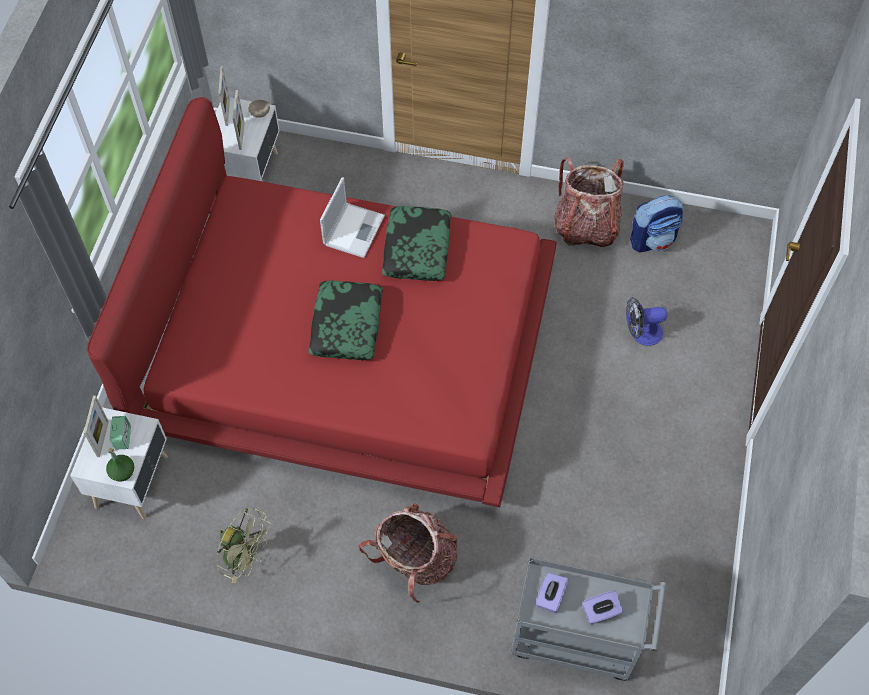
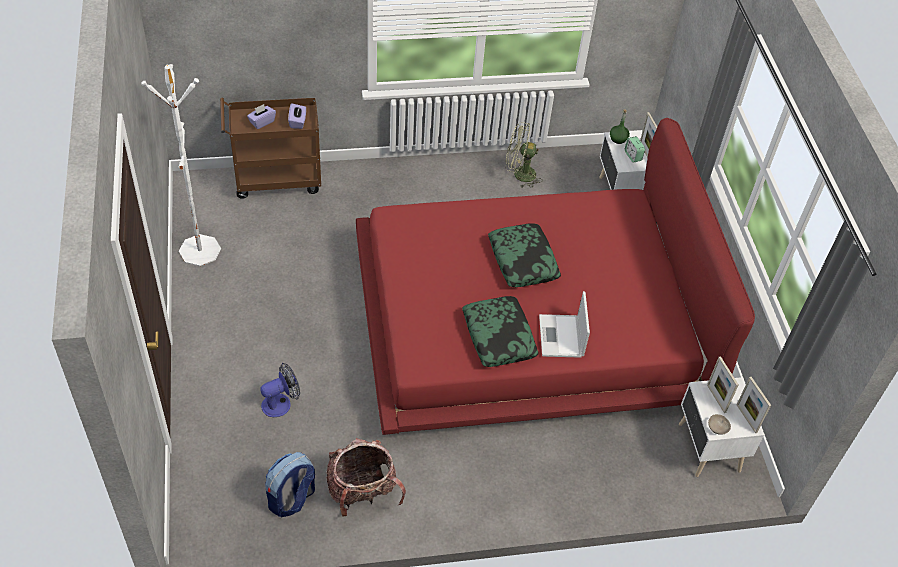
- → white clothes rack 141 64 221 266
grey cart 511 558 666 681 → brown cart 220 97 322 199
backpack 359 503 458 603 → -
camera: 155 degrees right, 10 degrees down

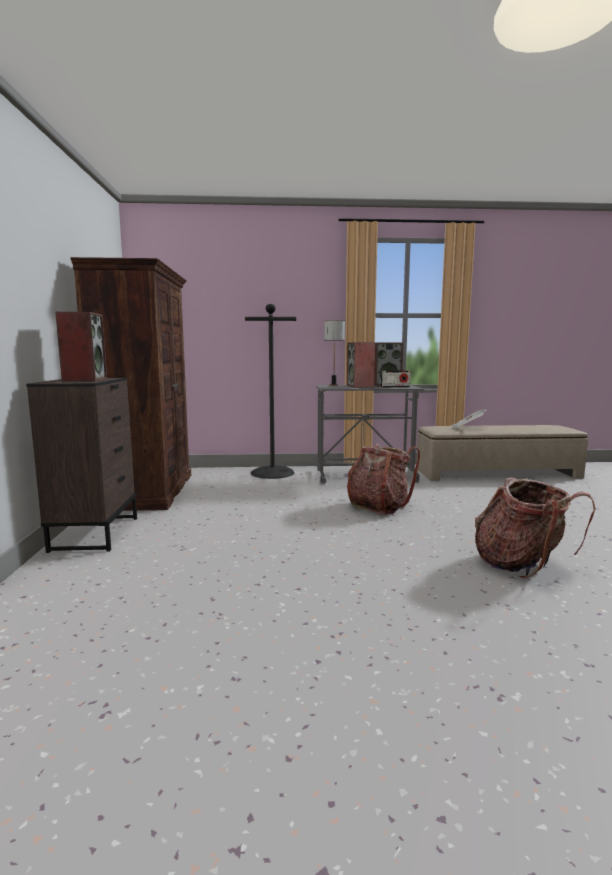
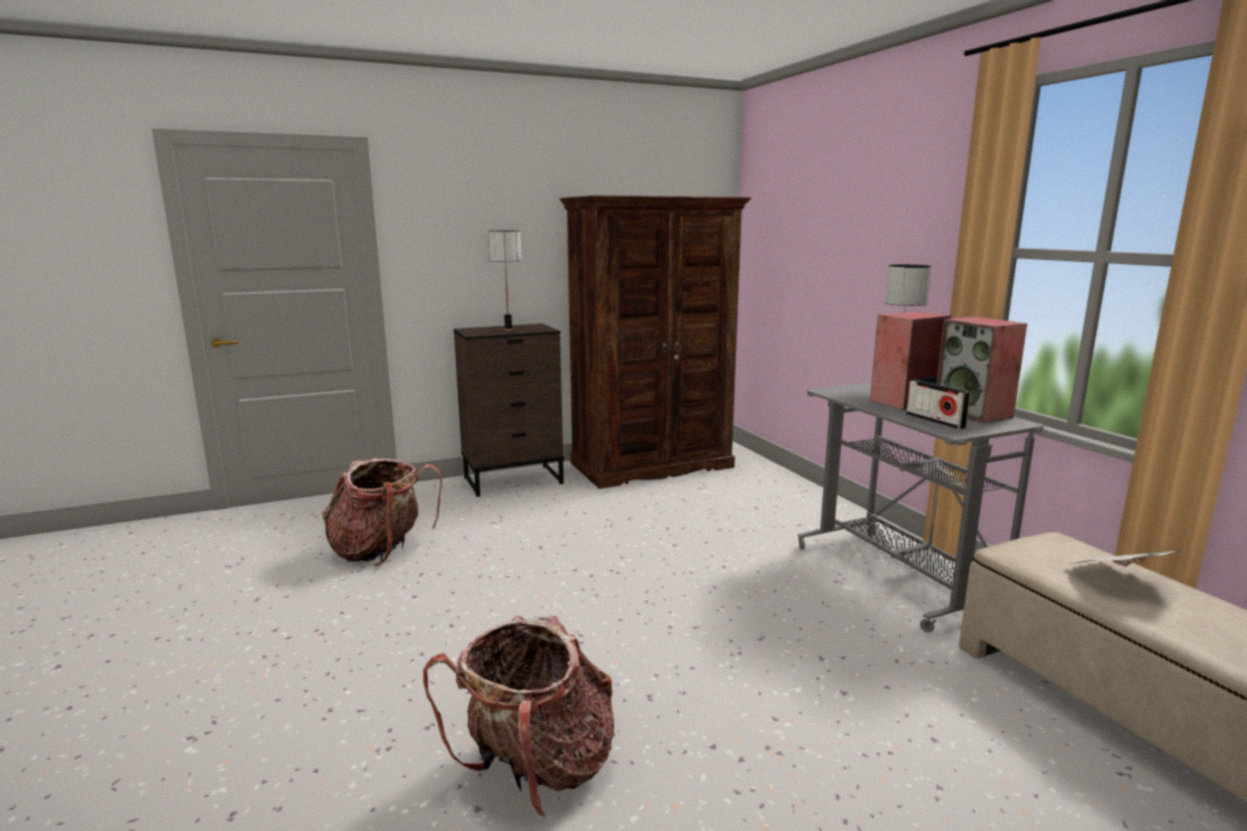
backpack 347 444 420 515 → backpack 322 458 442 566, moved
speaker 55 312 107 381 → table lamp 488 230 521 331
black clothes rack 245 304 296 479 → -
camera: 70 degrees right, 5 degrees up

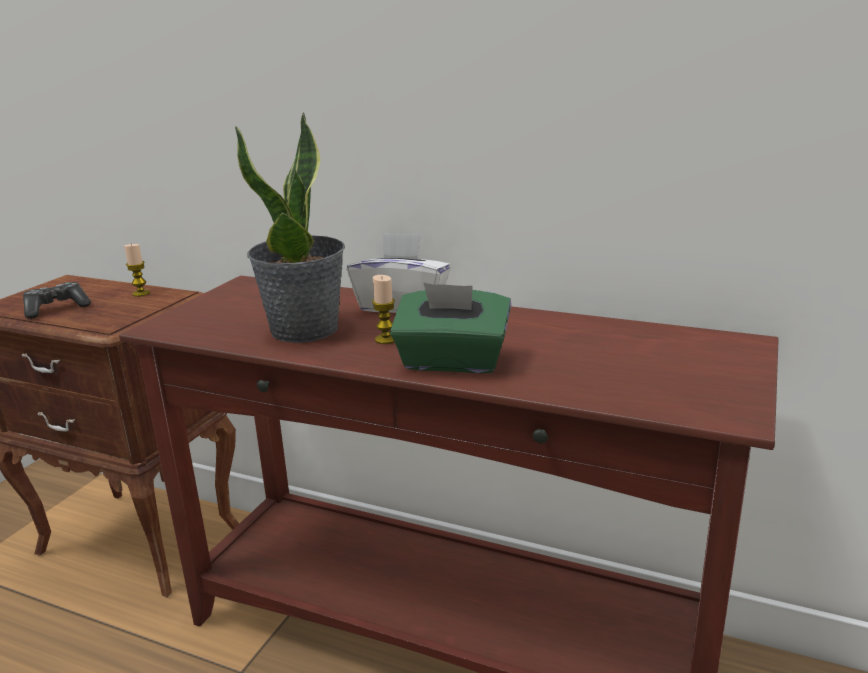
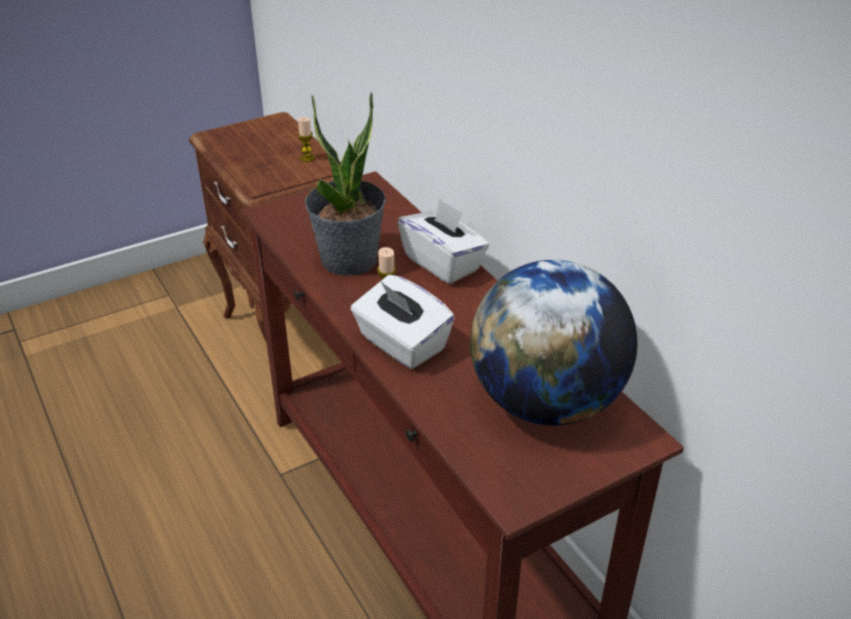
green tissue box 390 282 511 373 → white tissue box 351 275 455 369
- → globe 470 260 638 426
game controller 23 282 91 319 → -
camera: 35 degrees right, 15 degrees up

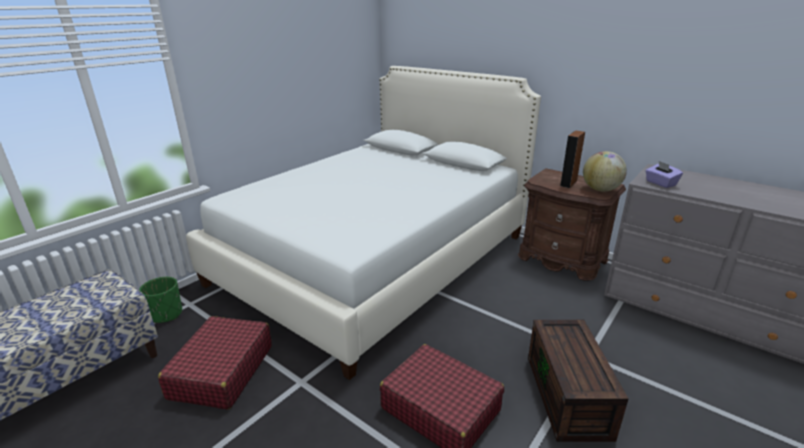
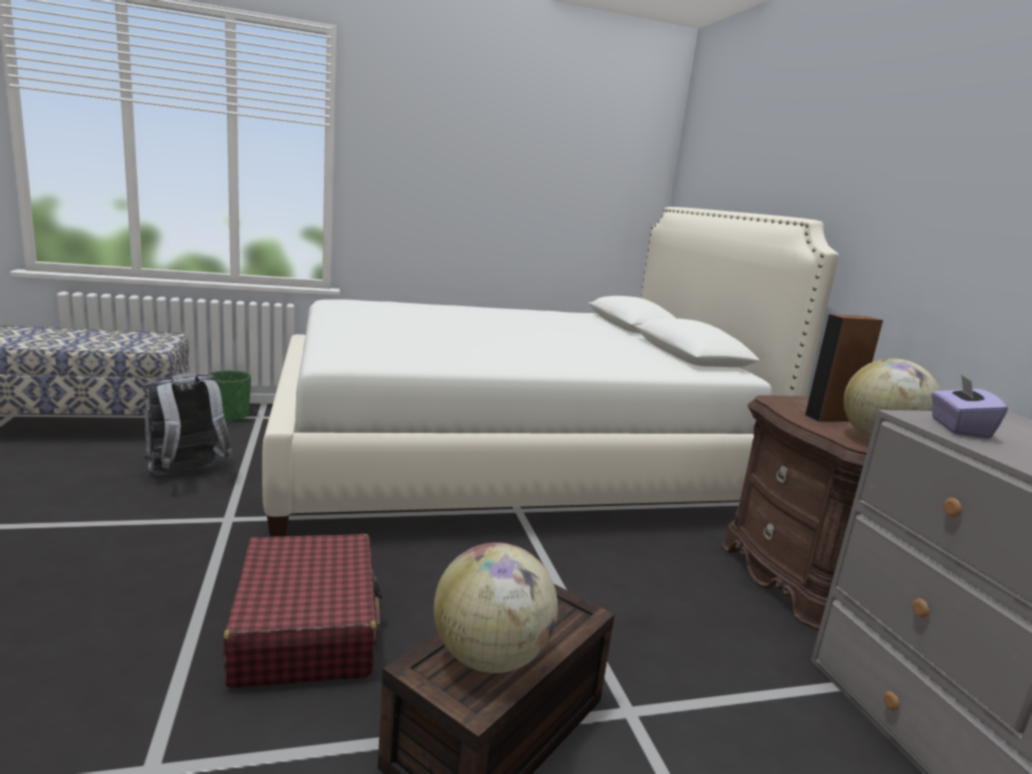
red suitcase 158 316 272 409 → grey backpack 142 373 234 477
- → globe 434 542 558 673
camera: 35 degrees right, 10 degrees down

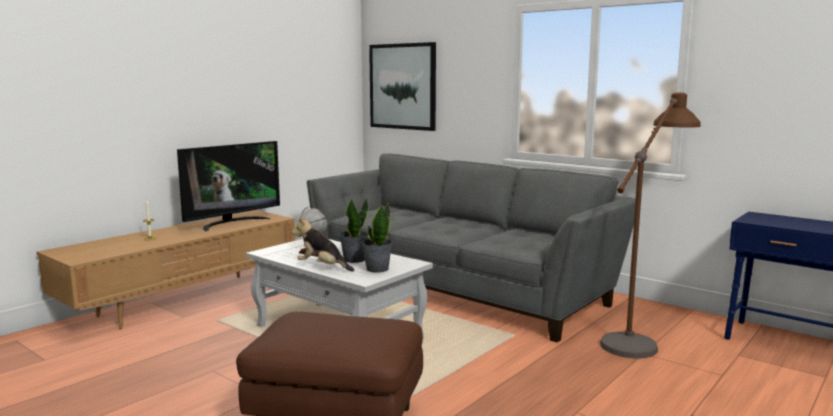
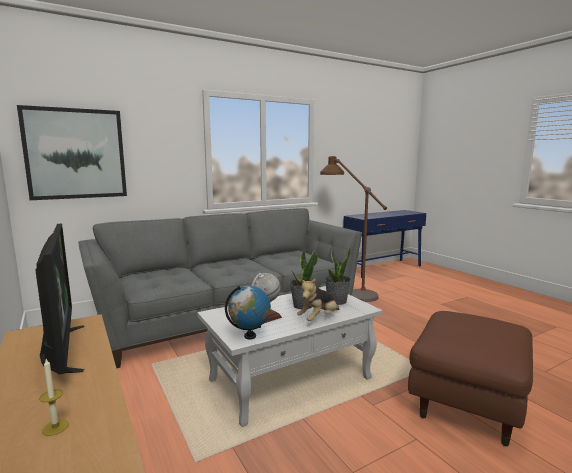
- → globe 225 286 271 340
camera: 70 degrees left, 0 degrees up

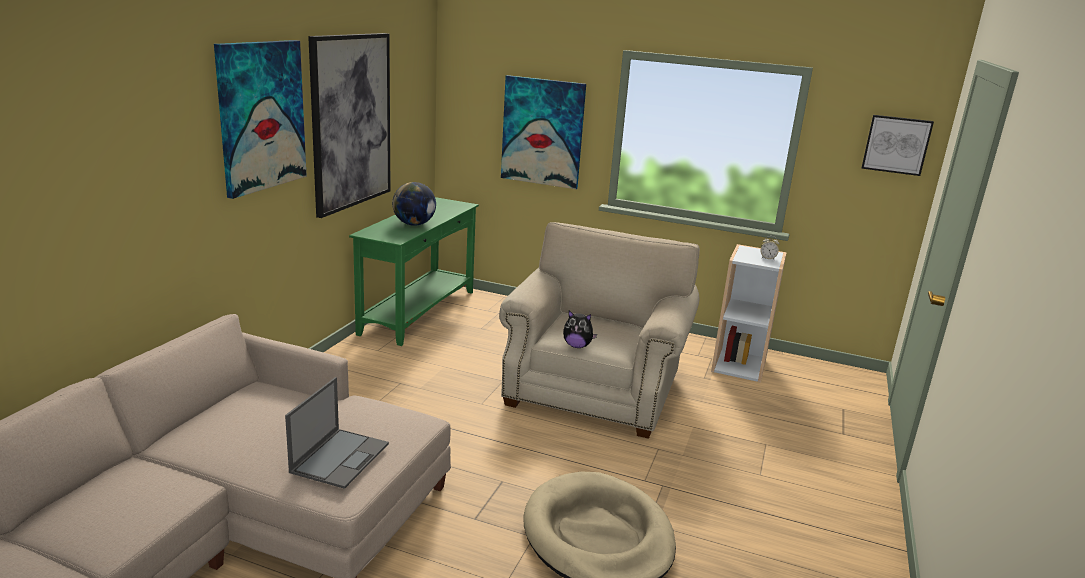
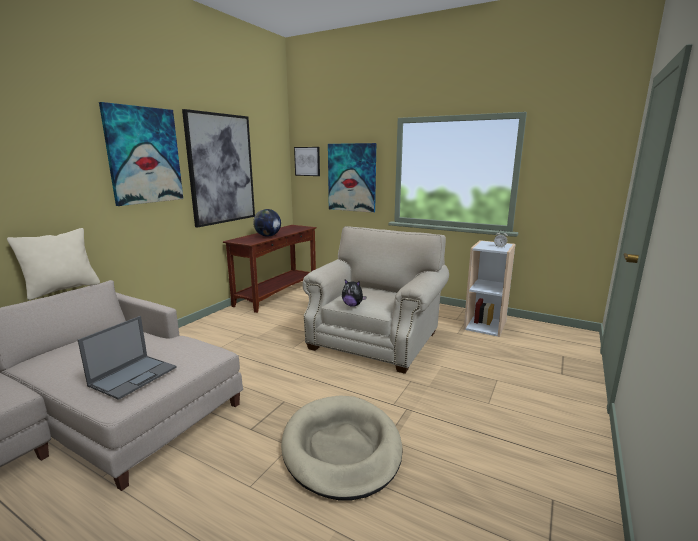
- → beige pillow 7 228 100 300
green console table 349 197 479 346 → brown console table 223 225 317 313
picture 861 115 934 176 → picture 294 147 320 176, moved
camera: 10 degrees right, 5 degrees down

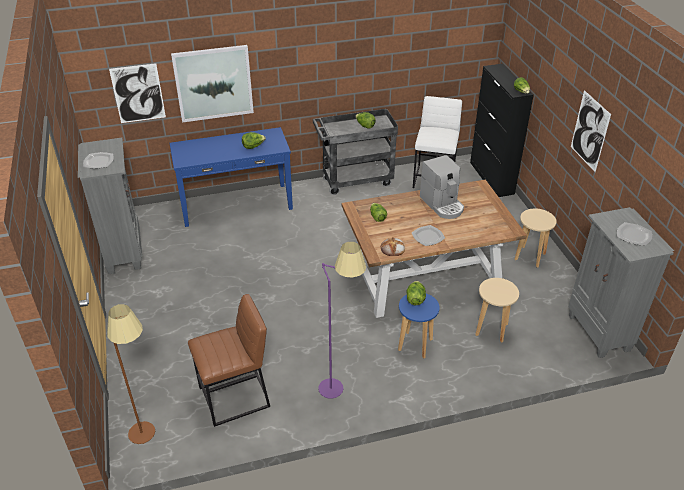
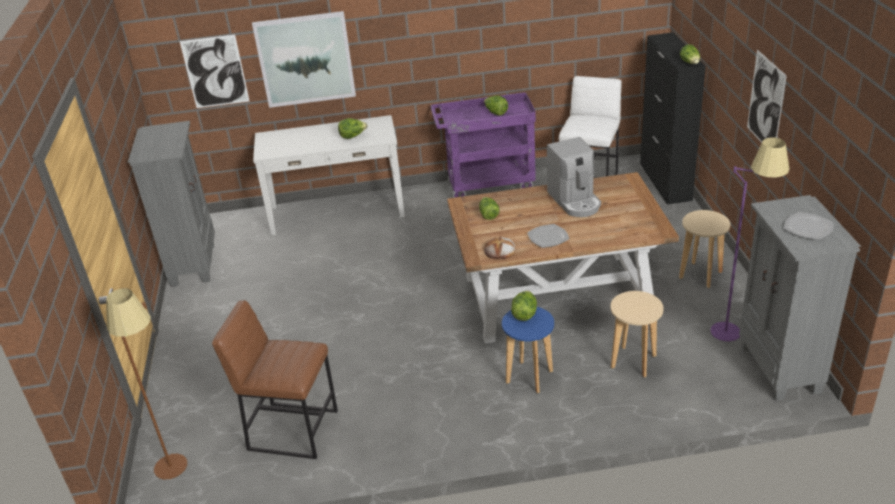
brown chair 188 294 270 427 → brown chair 212 300 338 459, 150 degrees counterclockwise
blue console table 170 127 293 227 → white console table 253 115 405 236
black cart 313 109 398 195 → purple cart 431 93 536 198
purple floor lamp 318 242 366 399 → purple floor lamp 710 137 789 342, moved
plate 83 152 114 169 → -
camera: 10 degrees right, 5 degrees down

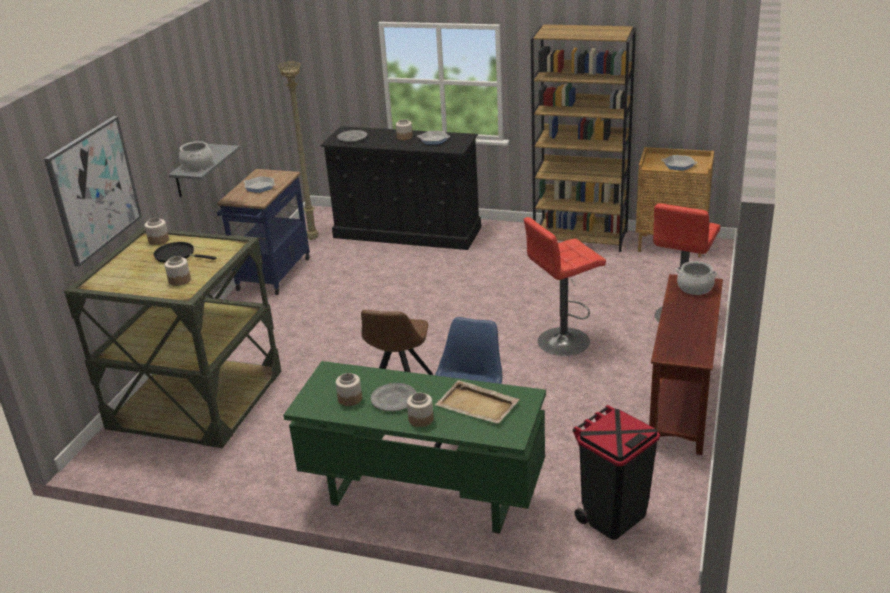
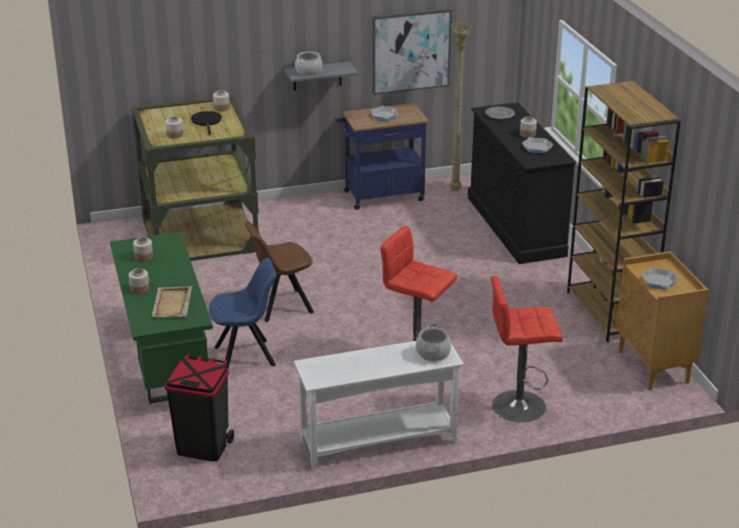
brown console table 649 274 723 455 → white console table 294 341 464 470
picture 44 116 142 267 → picture 372 9 452 95, moved
grey plate 371 383 417 411 → -
camera: 55 degrees right, 0 degrees up

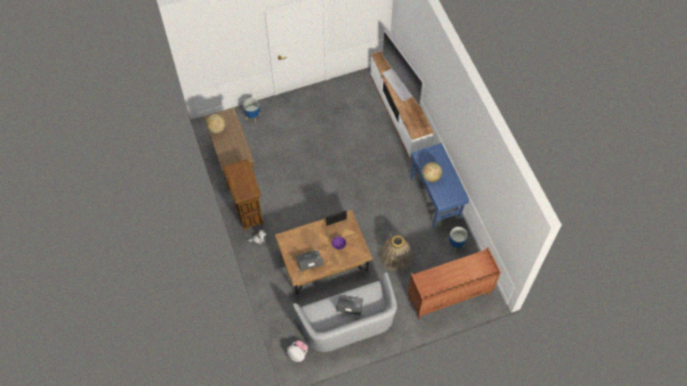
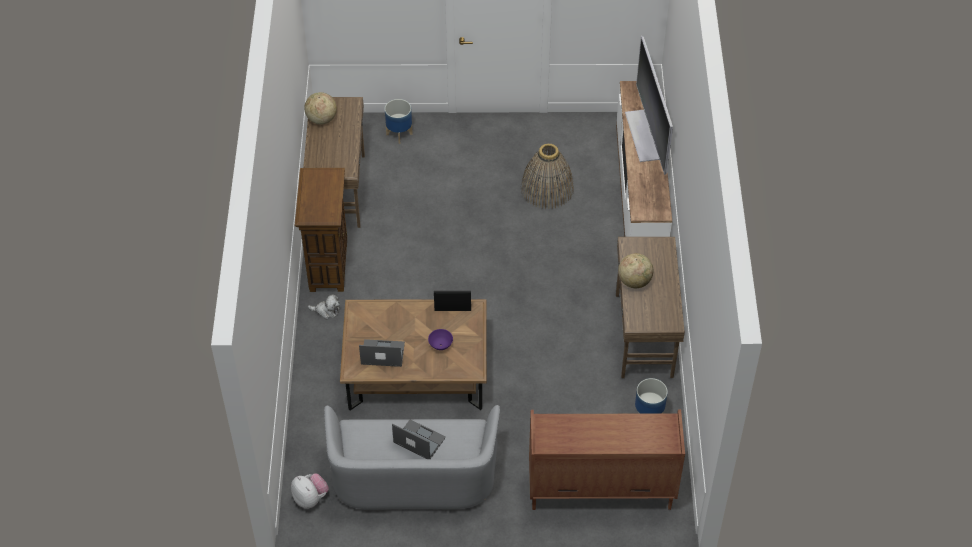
basket 379 235 412 271 → basket 521 144 574 209, moved
blue console table 411 143 469 228 → brown console table 616 237 685 378
camera: 20 degrees right, 10 degrees down

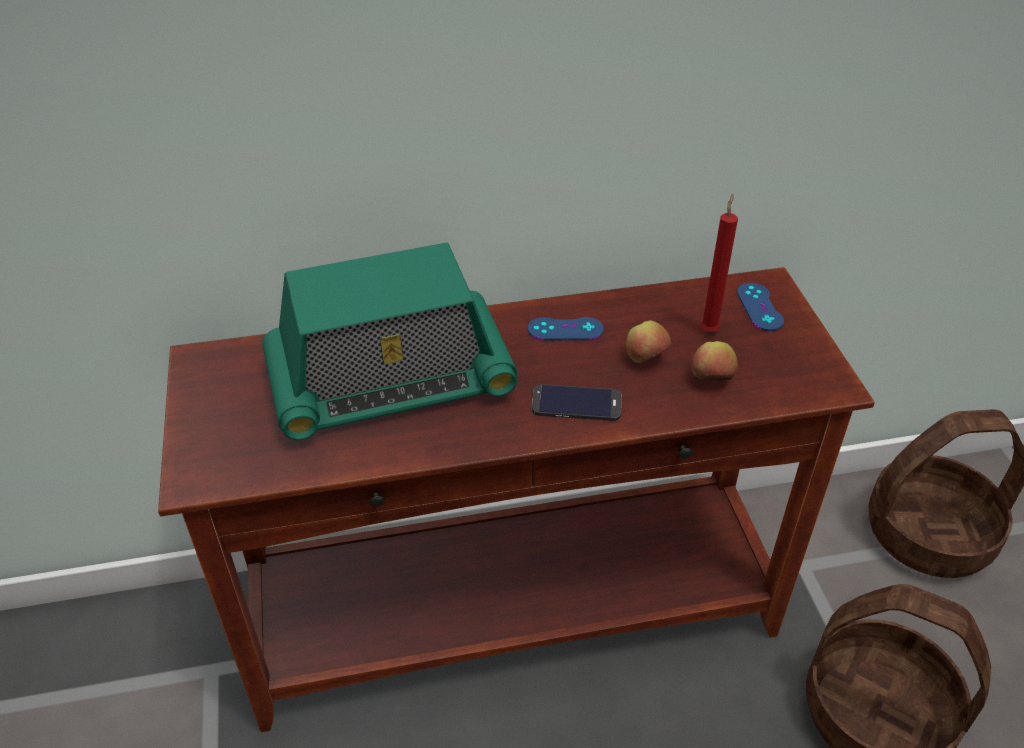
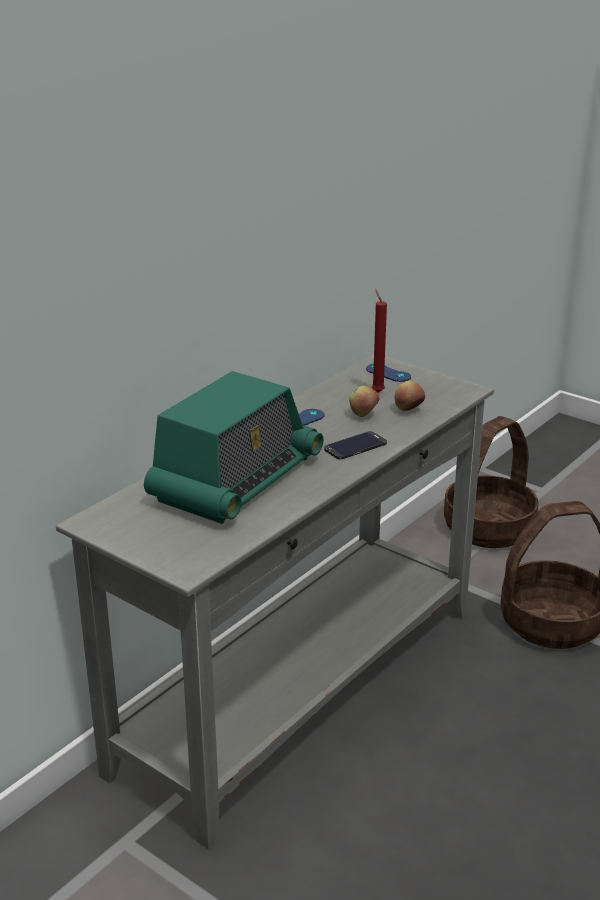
brown console table 158 267 875 732 → grey console table 56 354 494 849
camera: 40 degrees left, 15 degrees down

